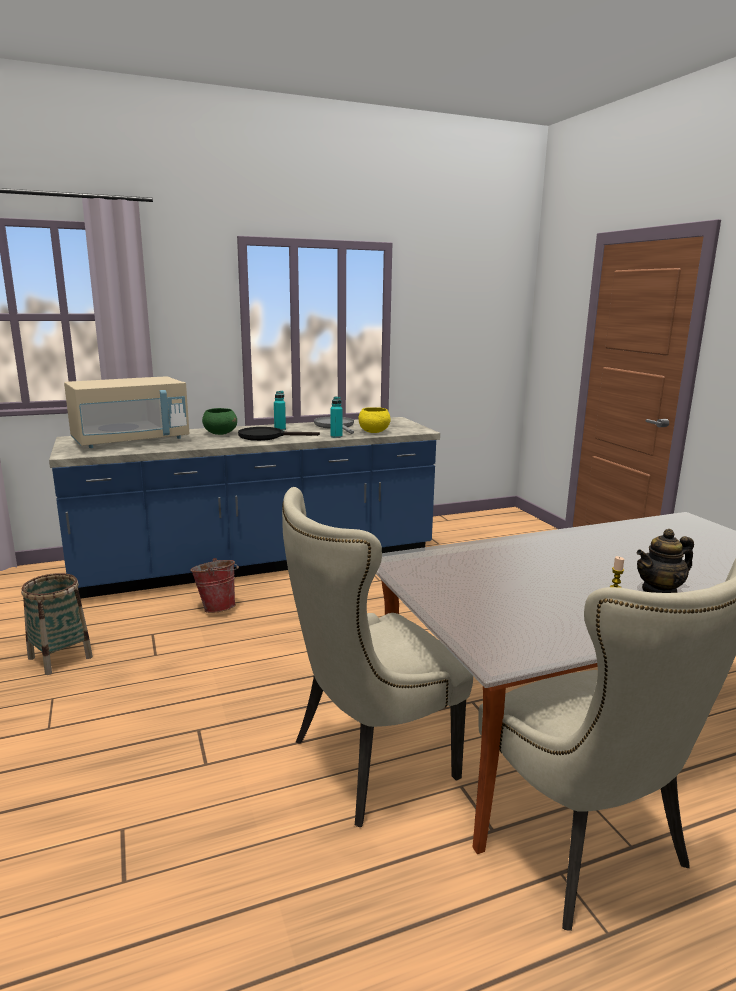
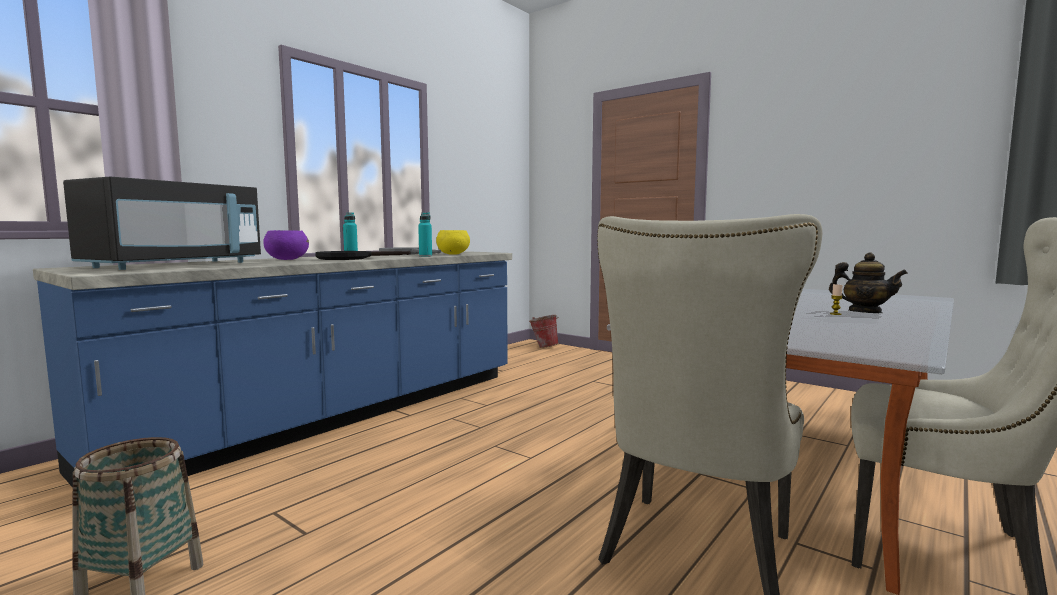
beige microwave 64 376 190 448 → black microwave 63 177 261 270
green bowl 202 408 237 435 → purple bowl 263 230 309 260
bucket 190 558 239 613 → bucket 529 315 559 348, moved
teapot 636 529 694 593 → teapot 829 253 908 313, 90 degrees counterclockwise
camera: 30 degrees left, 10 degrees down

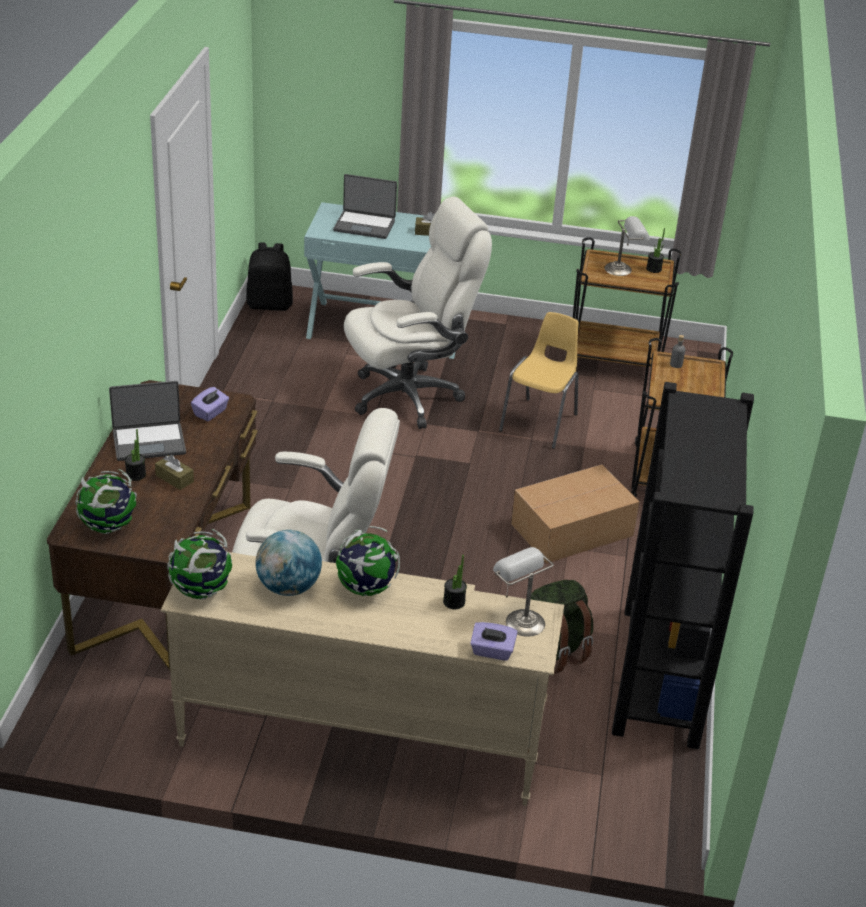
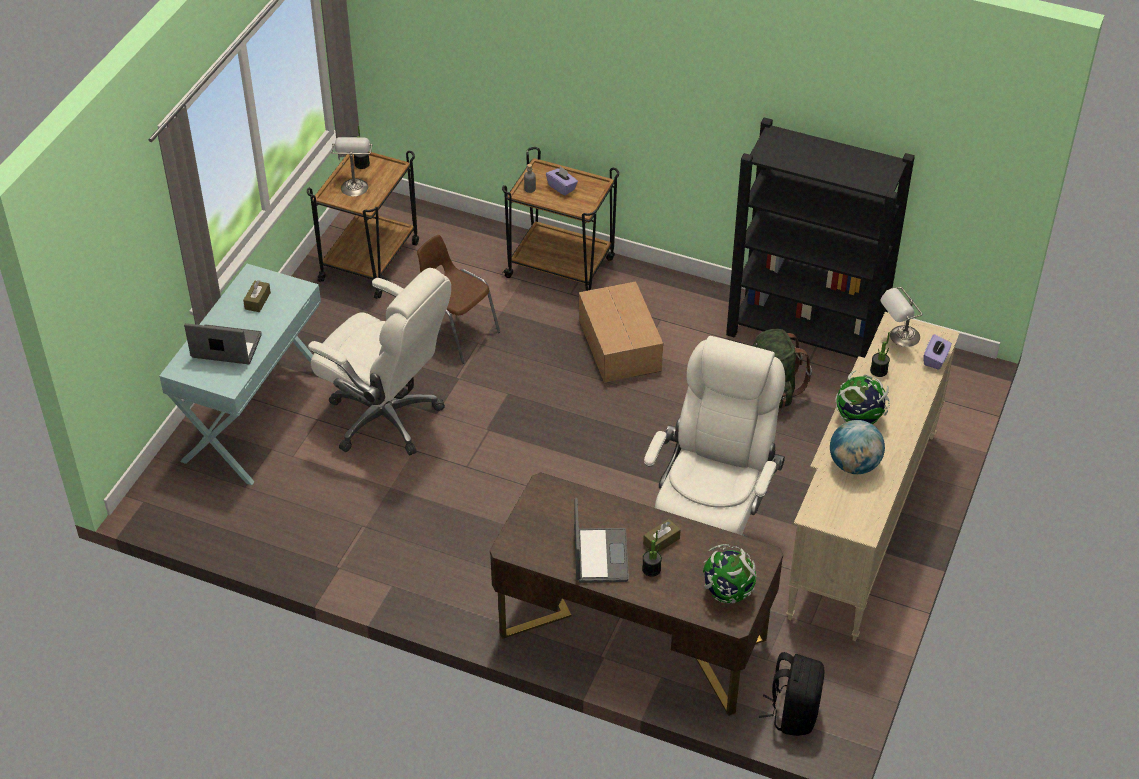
laptop 333 174 397 239 → laptop 184 323 262 364, 105 degrees counterclockwise
white office chair 344 197 492 429 → white office chair 308 268 451 456, 135 degrees clockwise
yellow chair 499 312 579 449 → brown chair 417 235 500 364
purple tissue box 191 387 229 421 → purple tissue box 546 166 578 196, moved
black backpack 246 242 293 311 → black backpack 759 652 825 736, moved
globe 167 529 232 600 → -
camera: 75 degrees left, 10 degrees up

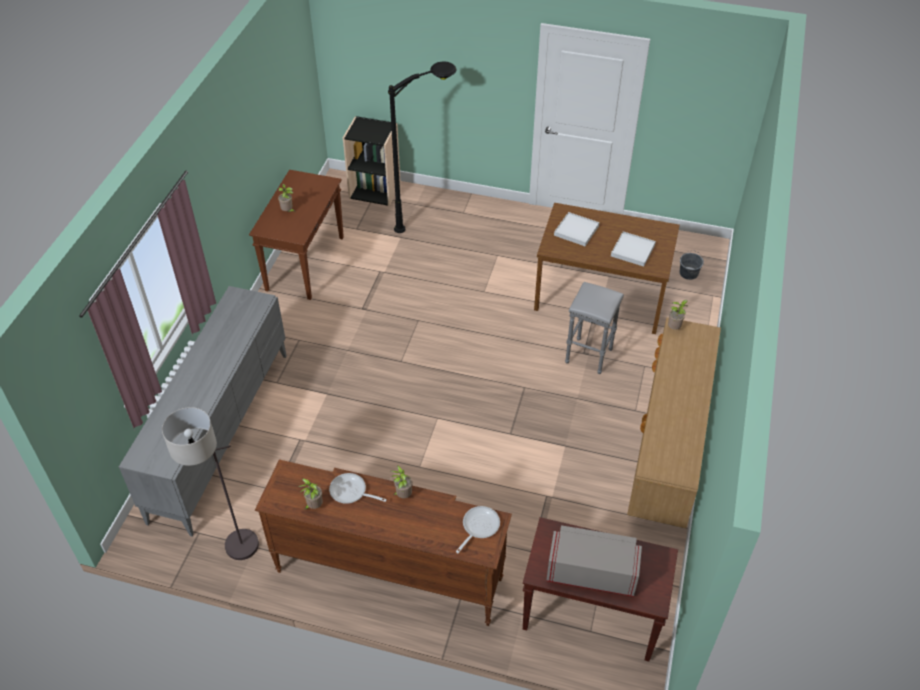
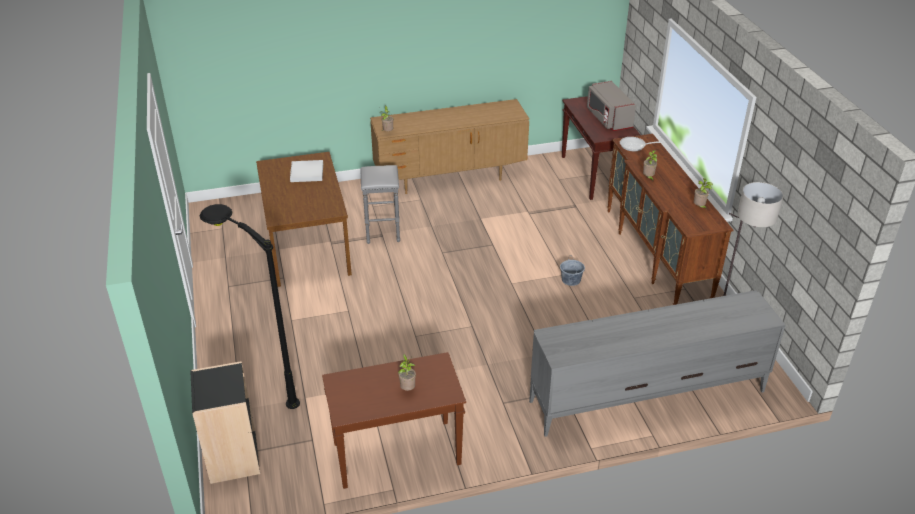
grey bucket 680 251 704 280 → grey bucket 560 255 585 286, moved
frying pan 329 473 387 504 → -
white tray 554 212 599 246 → -
camera: 120 degrees left, 10 degrees down

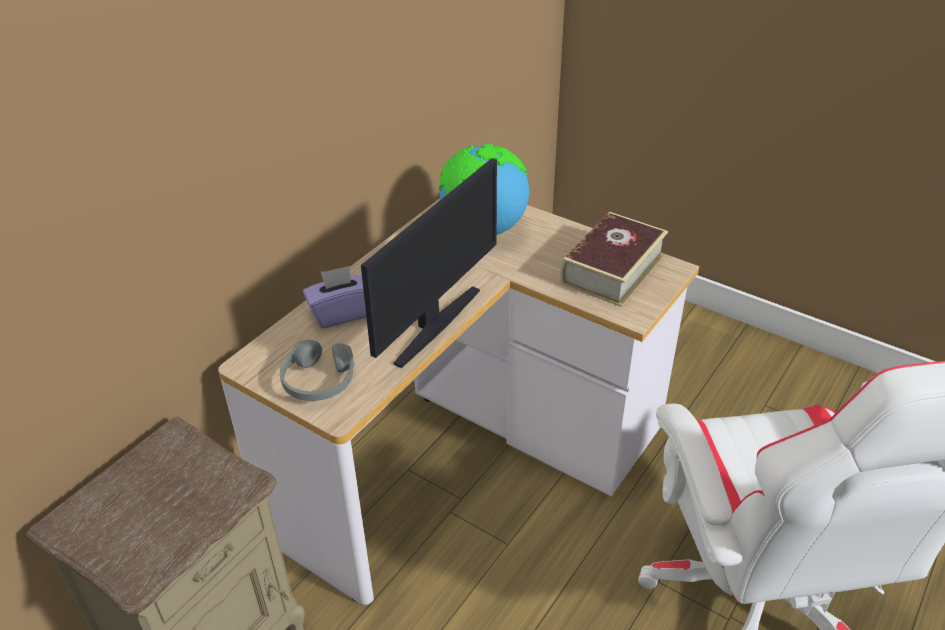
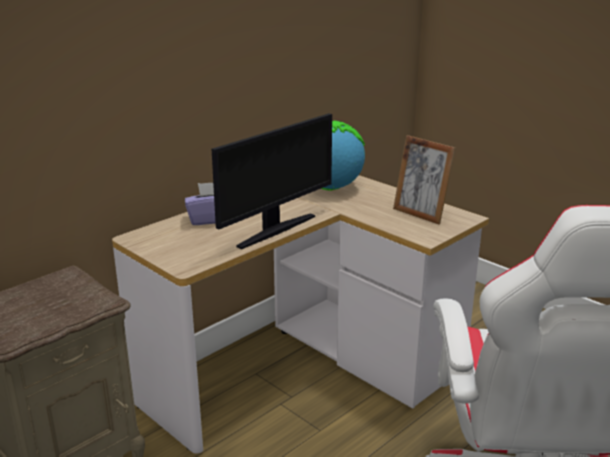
book 561 212 668 307 → picture frame 393 135 455 225
grey headphones 280 340 354 401 → -
camera: 10 degrees right, 15 degrees down

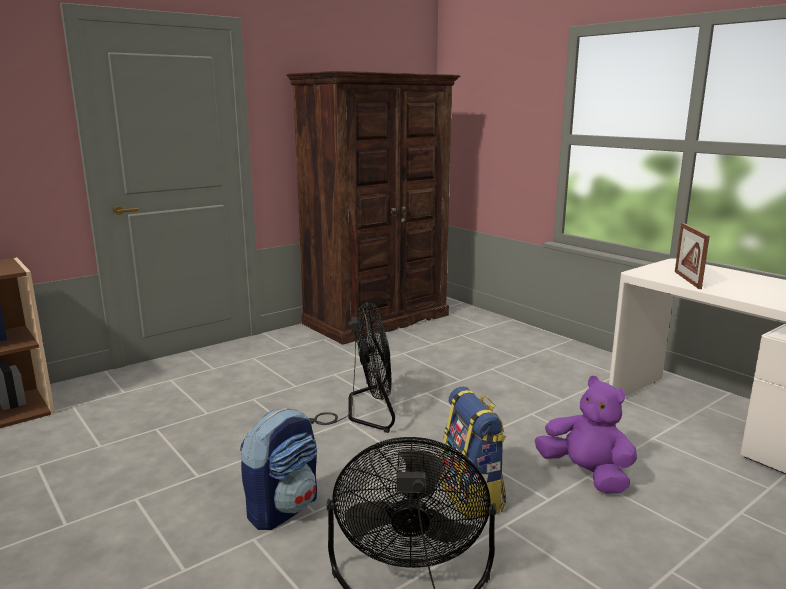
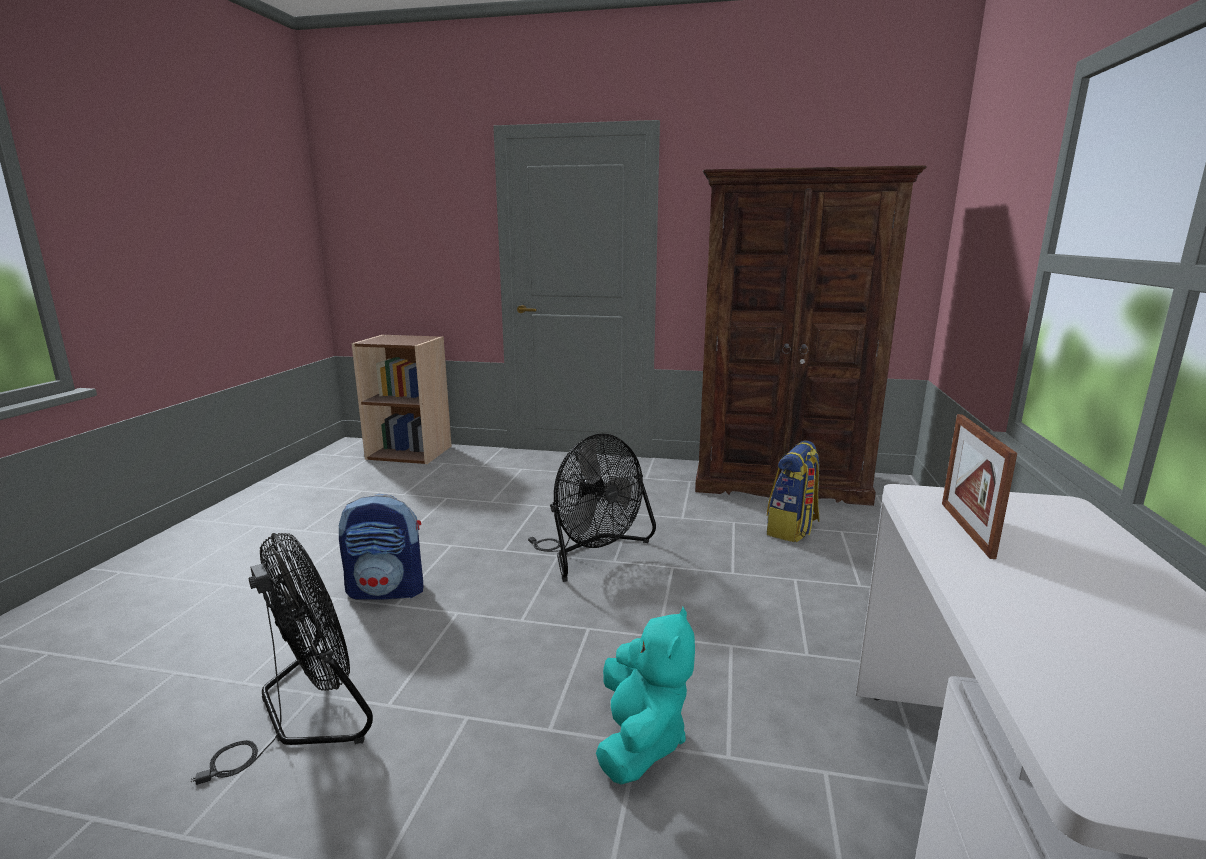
purple plush toy 535 376 637 494 → turquoise plush toy 596 607 695 784
backpack 440 387 506 519 → backpack 767 440 820 543, moved
picture frame 675 223 710 289 → picture frame 942 414 1017 559, 45 degrees counterclockwise
camera: 50 degrees right, 0 degrees up

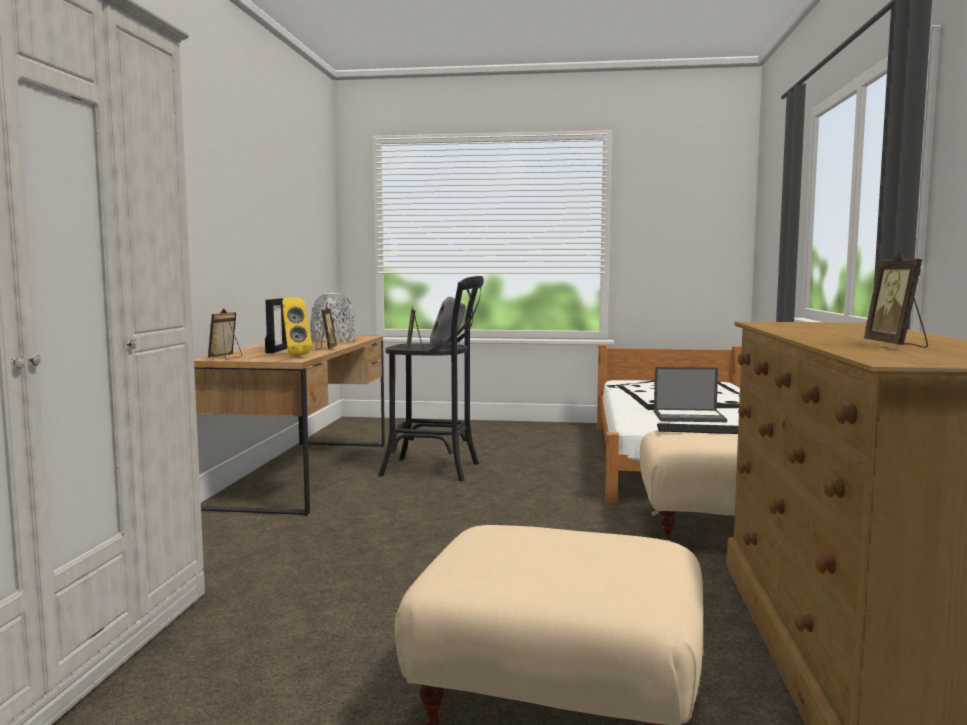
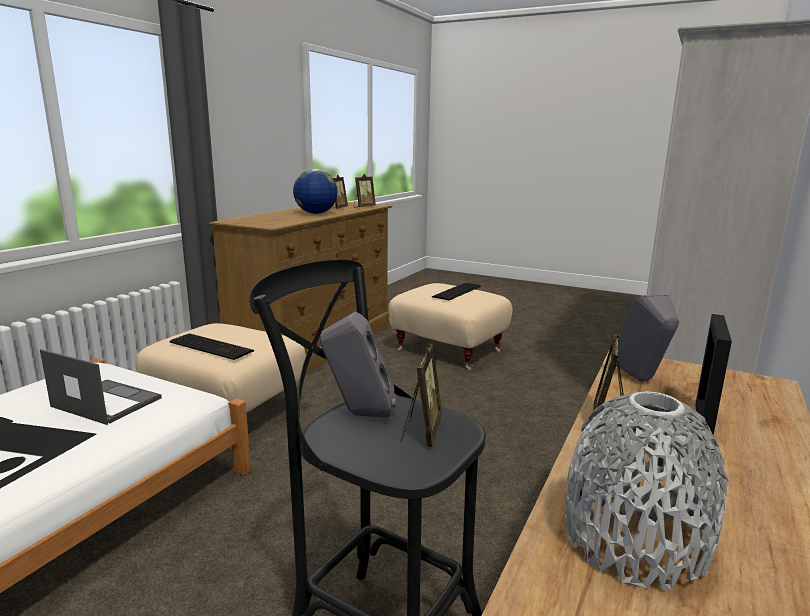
- → globe 293 169 338 214
picture frame 208 309 242 359 → picture frame 354 174 376 207, moved
- → keyboard 432 283 481 300
yellow speaker 282 297 312 356 → grey speaker 616 294 679 382
camera: 160 degrees left, 10 degrees up

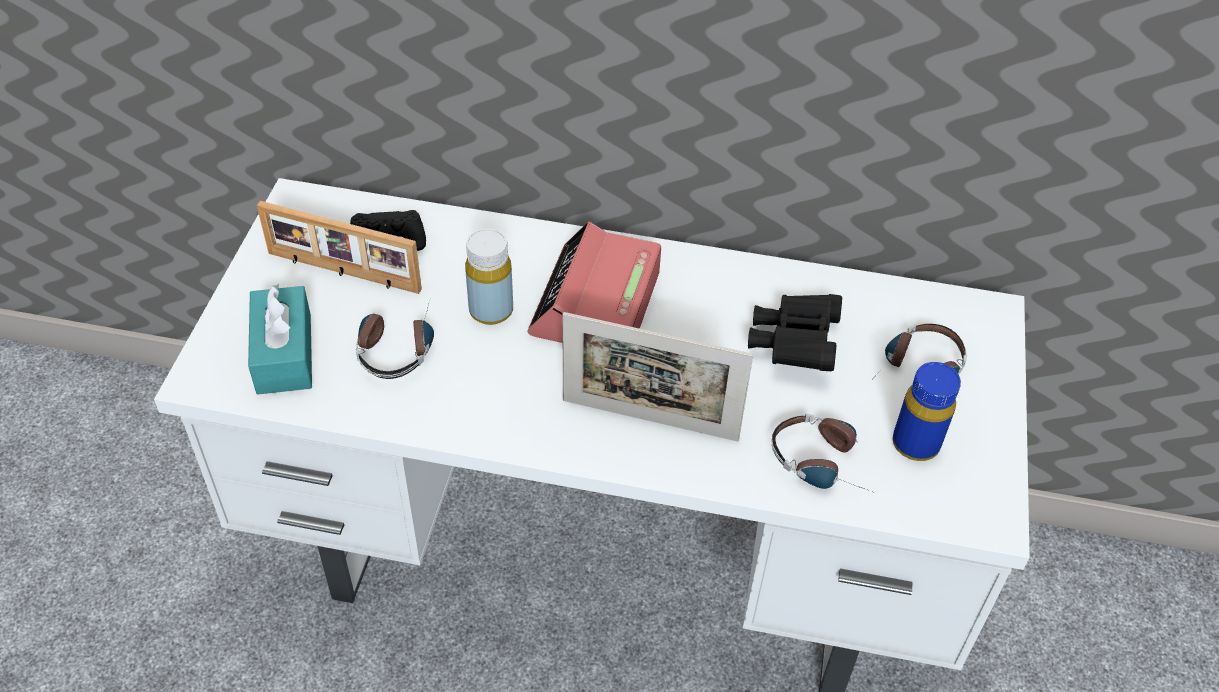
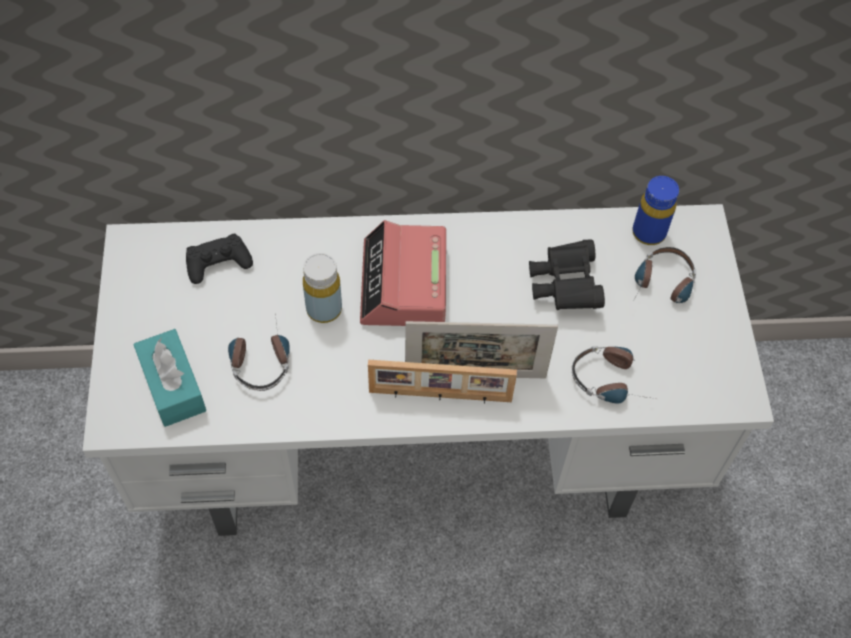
picture frame 257 201 422 294 → picture frame 368 360 517 404, moved
blue bottle 893 362 961 461 → blue bottle 632 176 679 245, moved
camera: 15 degrees left, 10 degrees up

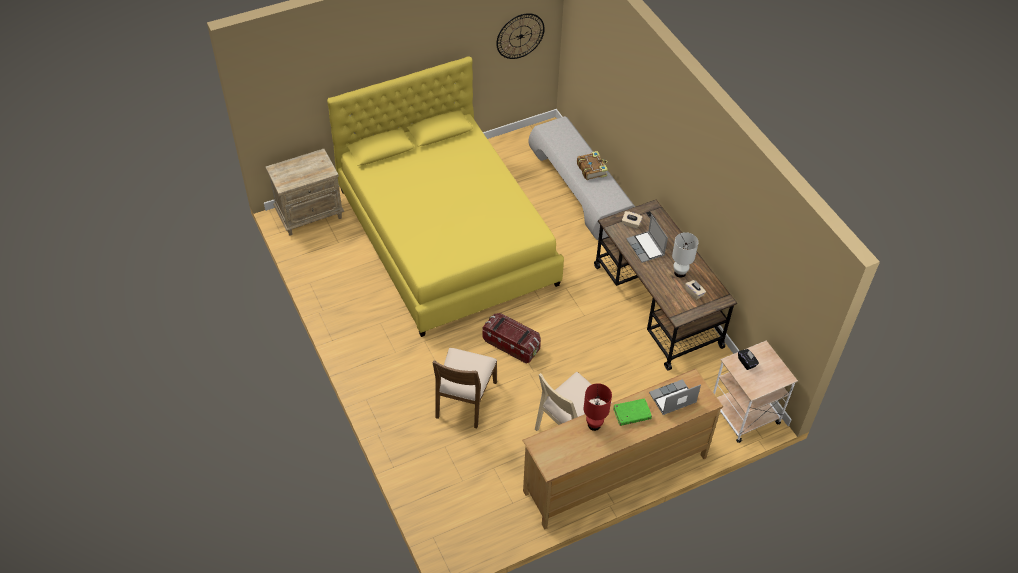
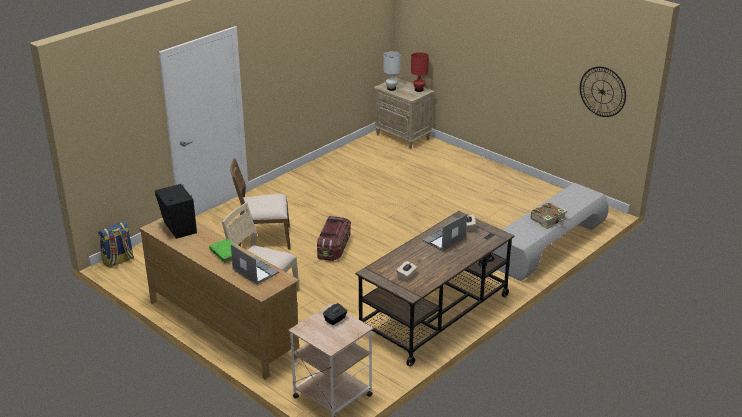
- → backpack 98 221 134 268
- → black speaker 155 184 197 239
white table lamp 672 232 699 278 → white table lamp 383 51 401 91, moved
red table lamp 584 383 612 431 → red table lamp 411 52 429 92, moved
yellow bed 327 56 564 337 → -
camera: 70 degrees right, 20 degrees down

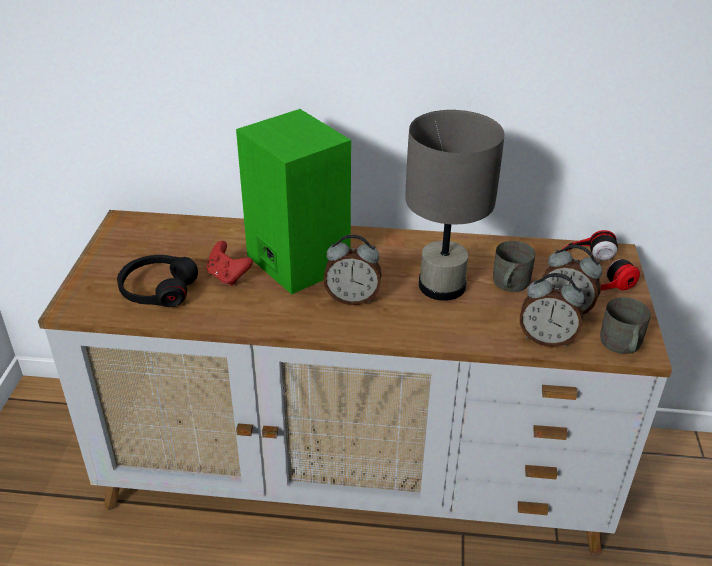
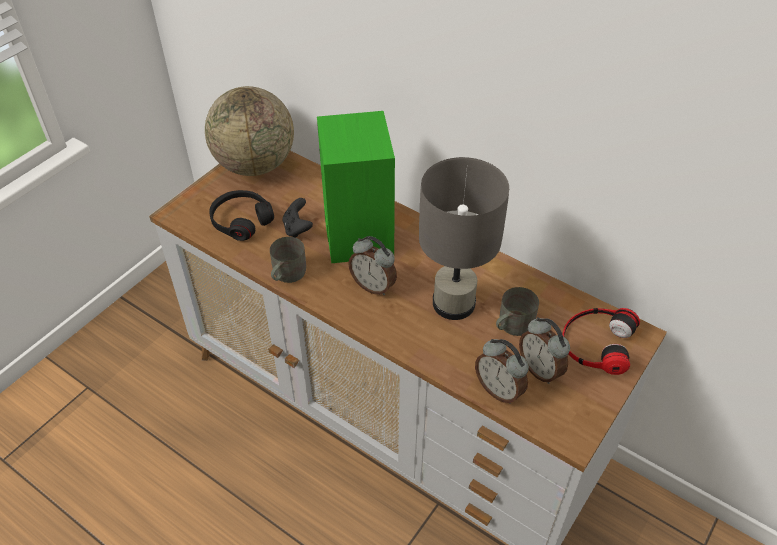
- → globe 205 86 294 176
grey mug 600 297 651 354 → grey mug 270 237 306 283, moved
red game controller 207 241 253 286 → black game controller 283 198 313 238
camera: 30 degrees right, 10 degrees up

